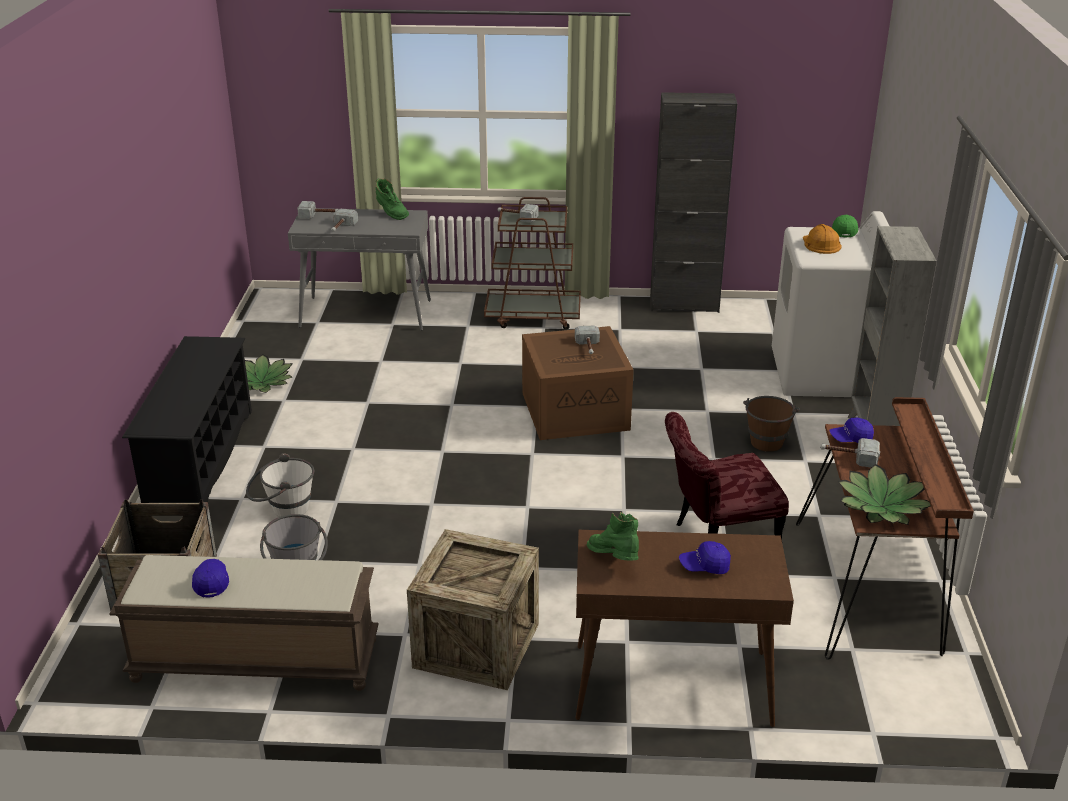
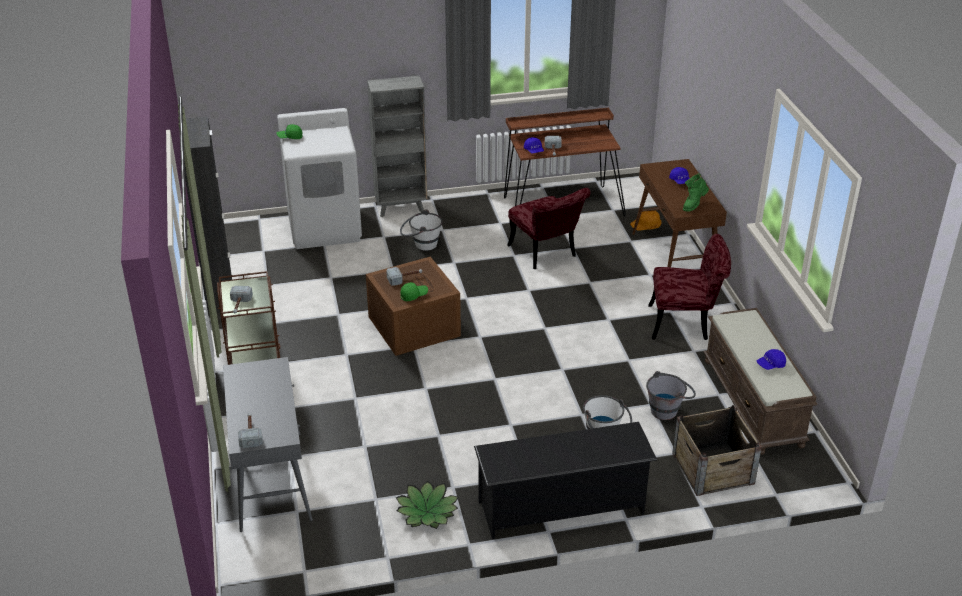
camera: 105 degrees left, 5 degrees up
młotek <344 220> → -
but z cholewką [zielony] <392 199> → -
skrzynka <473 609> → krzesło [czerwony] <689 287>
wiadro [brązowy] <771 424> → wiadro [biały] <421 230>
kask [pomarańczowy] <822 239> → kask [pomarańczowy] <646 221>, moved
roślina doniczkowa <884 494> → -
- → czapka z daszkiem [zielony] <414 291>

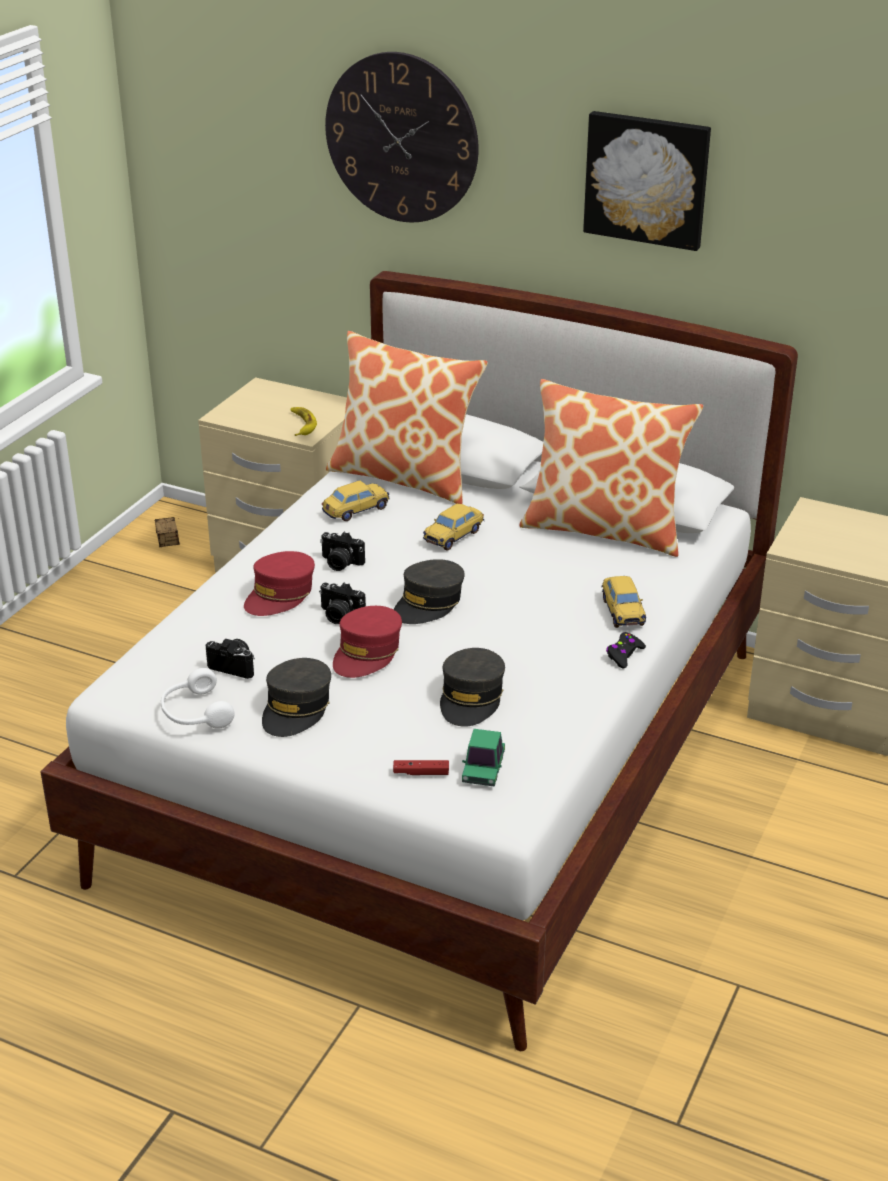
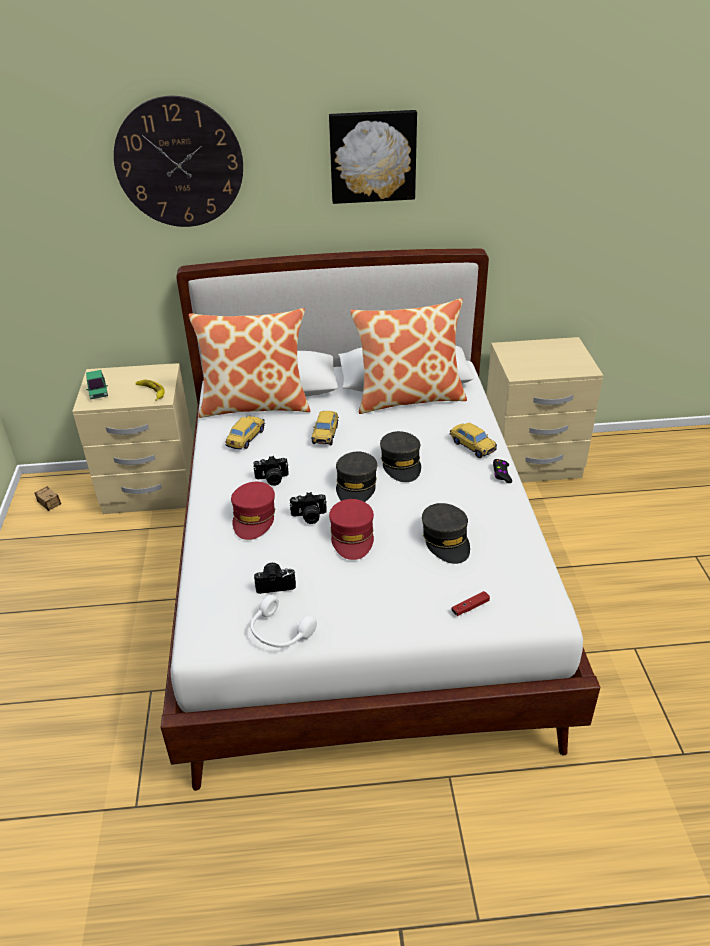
camera: 30 degrees left, 5 degrees up
czapka z daszkiem [szary] <296 697> → czapka z daszkiem [szary] <400 456>, moved
samochodzik <483 758> → samochodzik <97 384>, moved

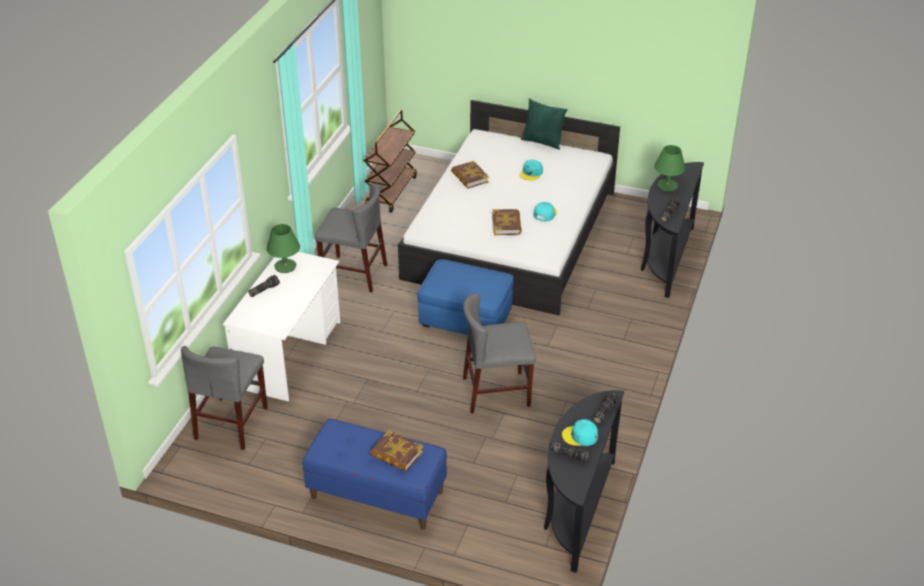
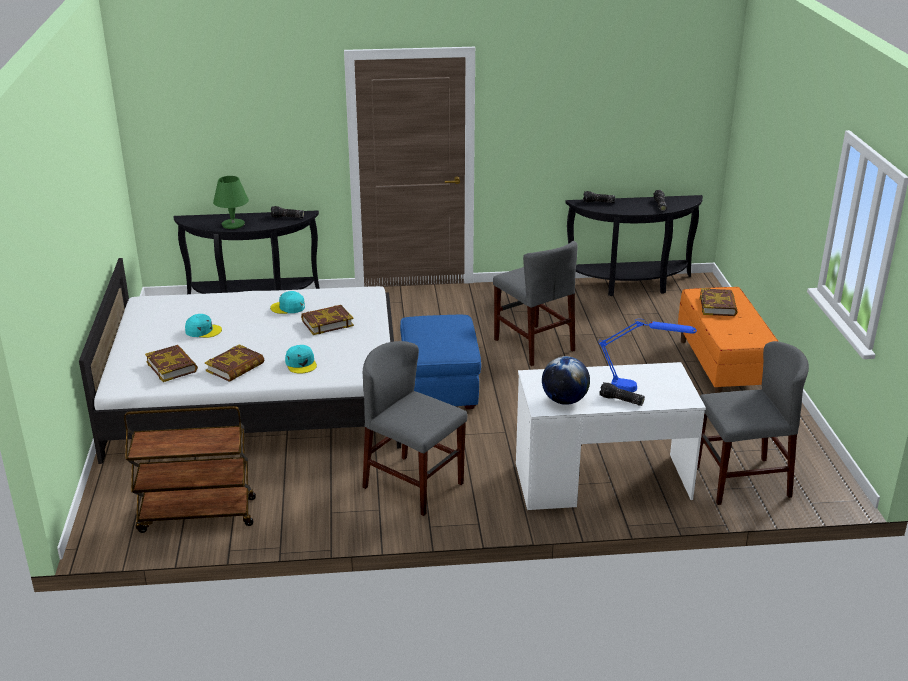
camera: 115 degrees left, 10 degrees down
lampa stołowa [zielony] <283 248> → globus <566 380>
ławka [niebieski] <375 474> → ławka [pomarańczowy] <728 340>
krzesło [szary] <351 237> → krzesło [szary] <414 428>, 45 degrees counterclockwise
poduszka [zielony] <544 124> → -
czapka z daszkiem [turkusowy] <580 432> → czapka z daszkiem [turkusowy] <301 359>, moved
- → książka <171 363>
- → lampa stołowa [niebieski] <647 355>

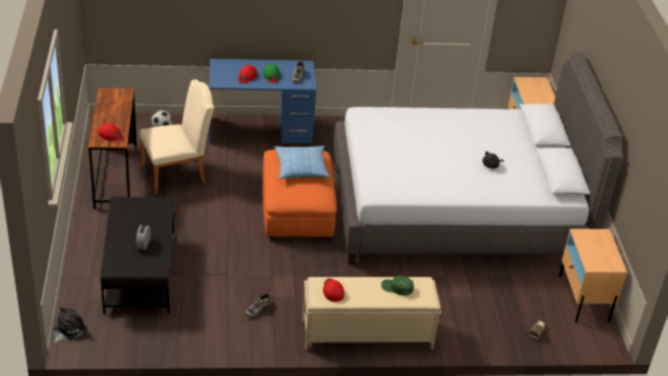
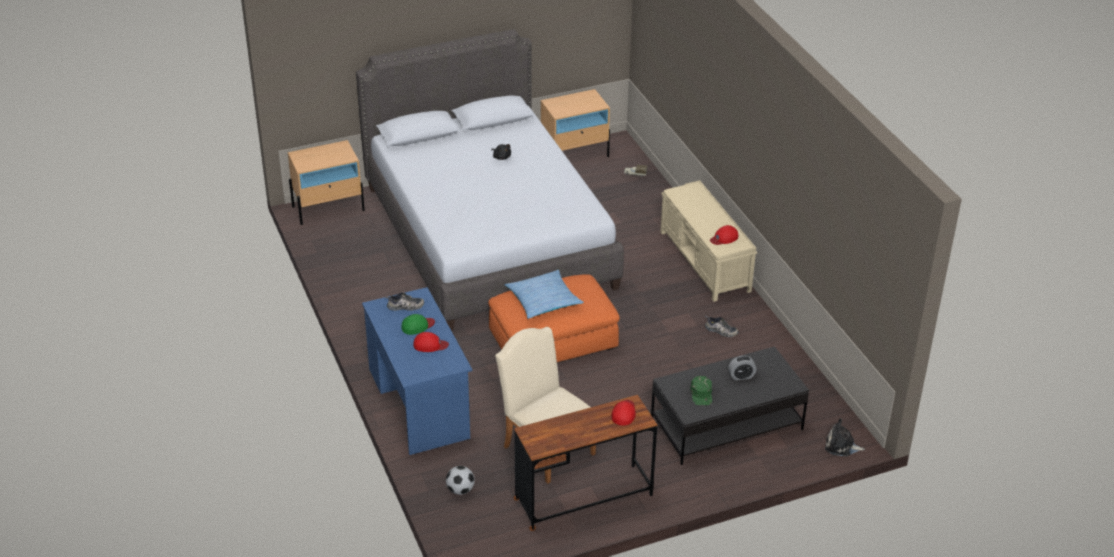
camera: 105 degrees left, 0 degrees up
czapka z daszkiem [zielony] <397 286> → czapka z daszkiem [zielony] <701 390>, moved

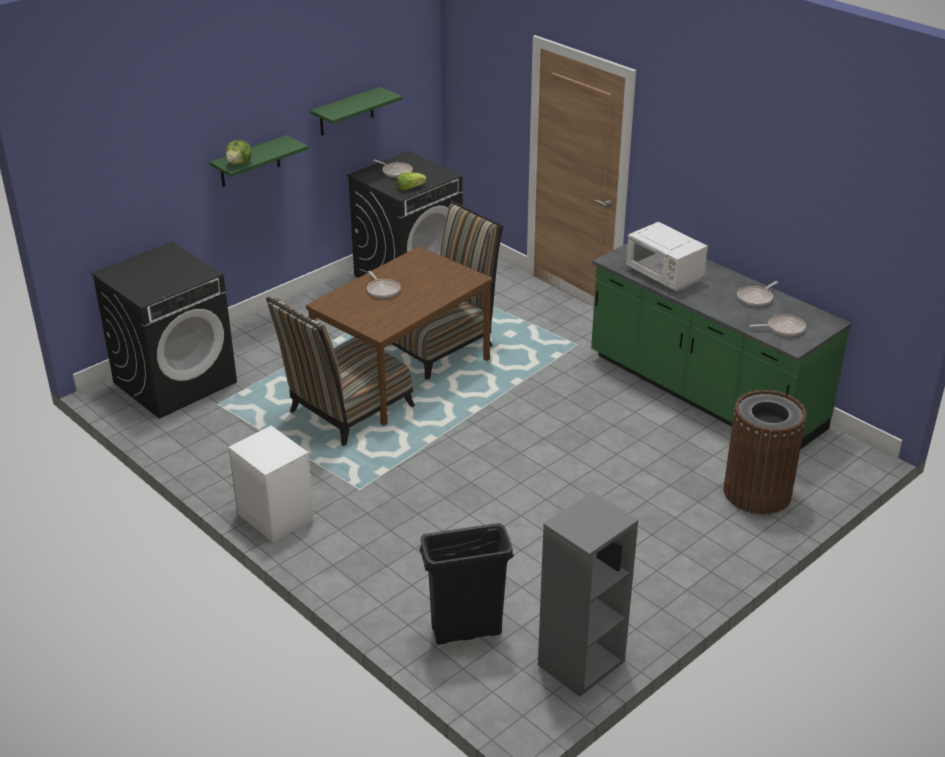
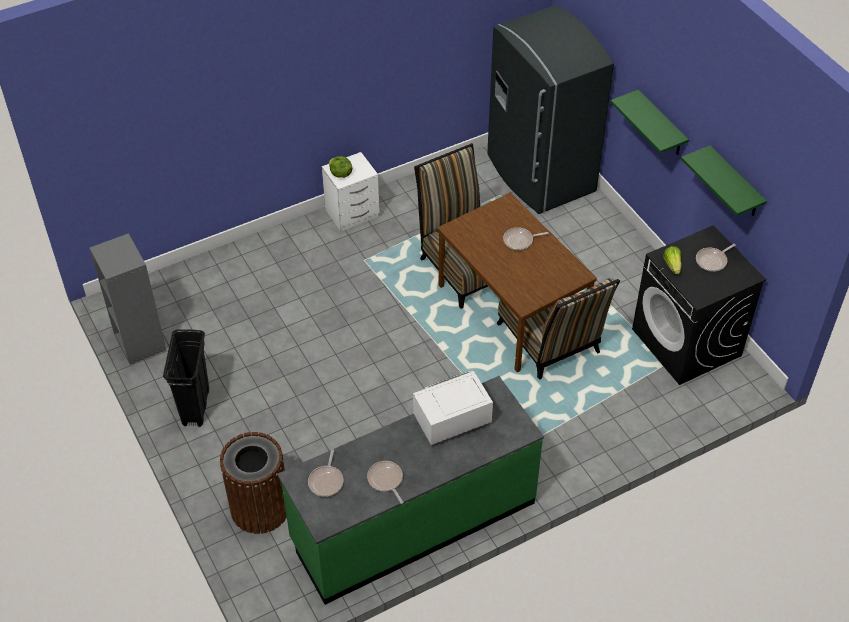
camera: 105 degrees right, 15 degrees up
pralka [czarny] <164 330> → lodówka [szary] <550 110>
sałata <239 152> → sałata <340 167>, moved
kosz na śmieci [czarny] <466 584> → kosz na śmieci [czarny] <186 378>, moved

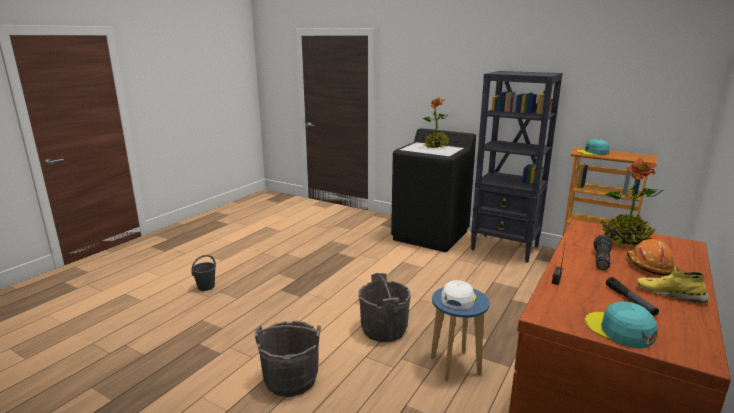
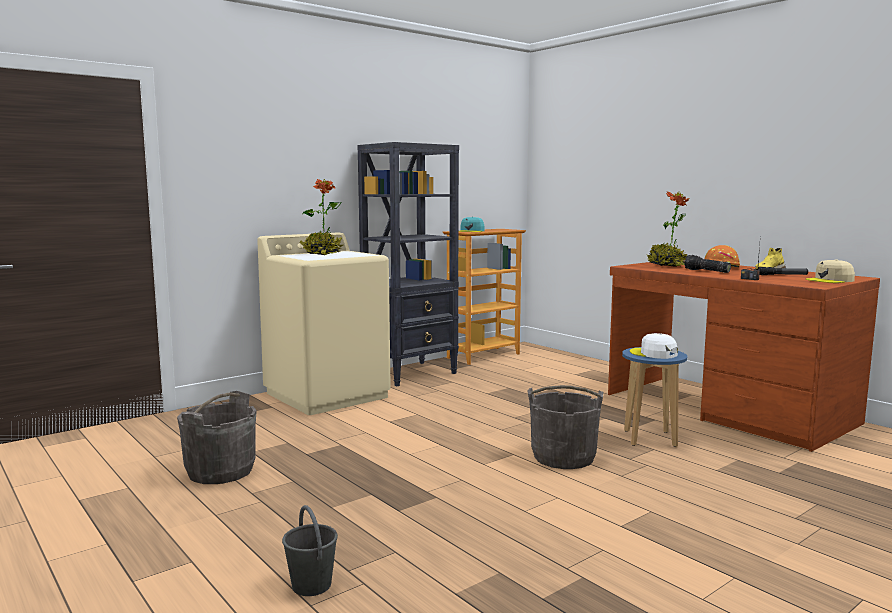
camera: 70 degrees left, 10 degrees down
wiadro [szary] <288 359> → wiadro [szary] <216 437>, moved
pralka [czarny] <433 190> → pralka [beżowy] <324 324>
czapka z daszkiem [turkusowy] <621 325> → czapka z daszkiem [beżowy] <830 271>

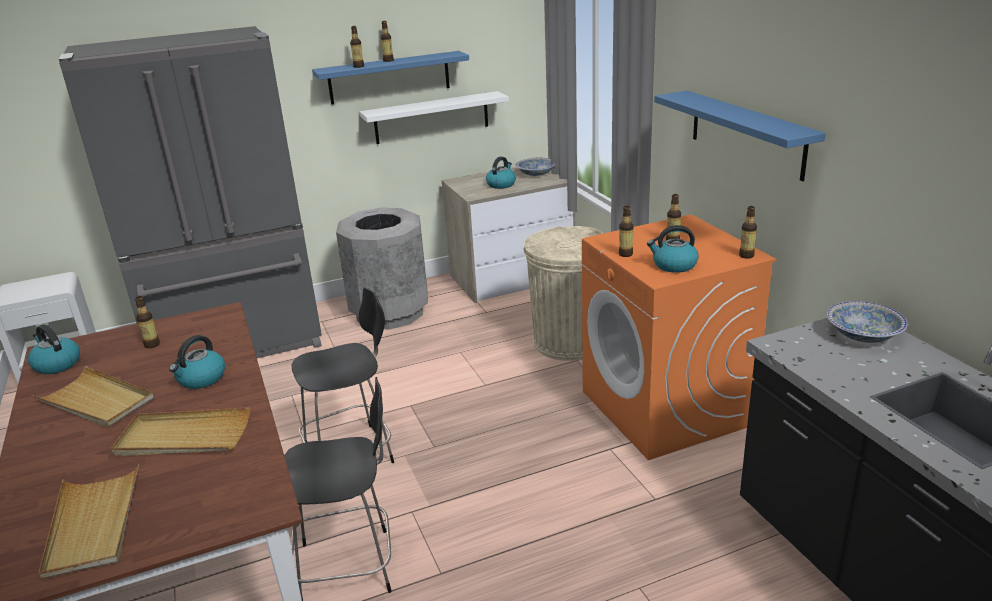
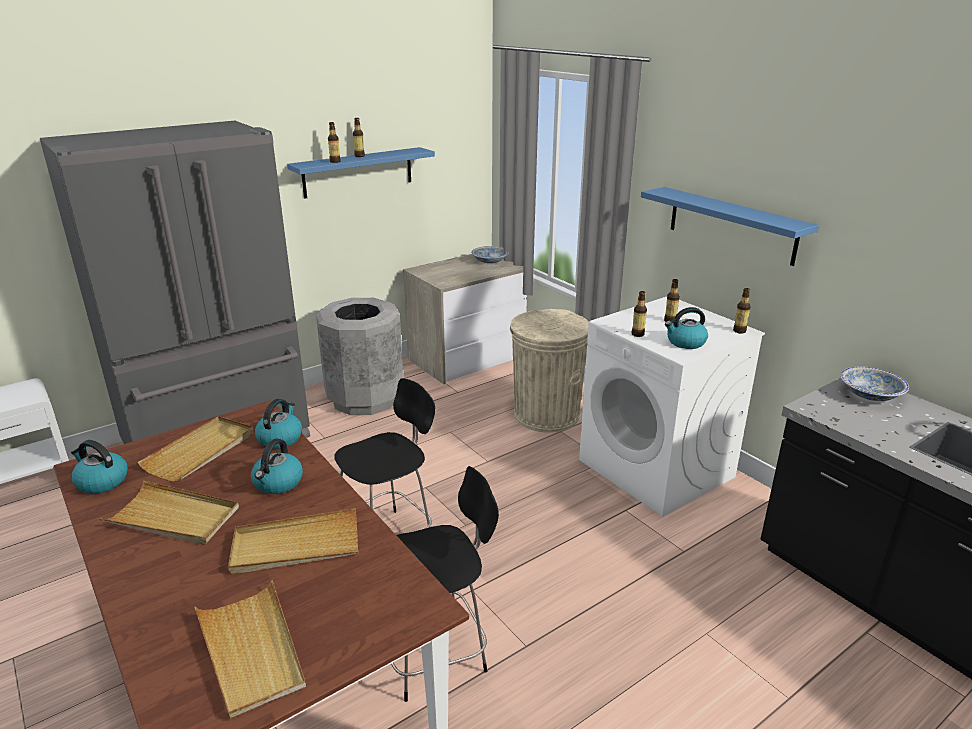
camera: 15 degrees left, 0 degrees up
butelka <147 322> → taca [beżowy] <195 449>
półka [biały] <434 117> → -
czajnik <501 173> → czajnik <278 424>, moved
pralka [pomarańczowy] <679 337> → pralka [biały] <672 407>

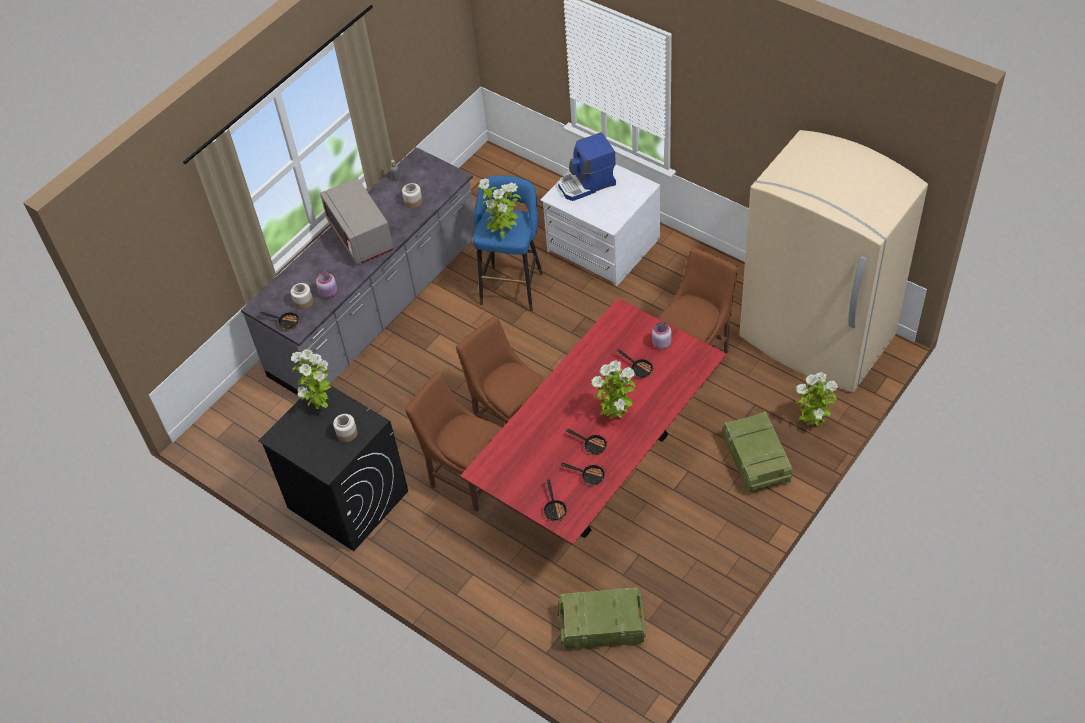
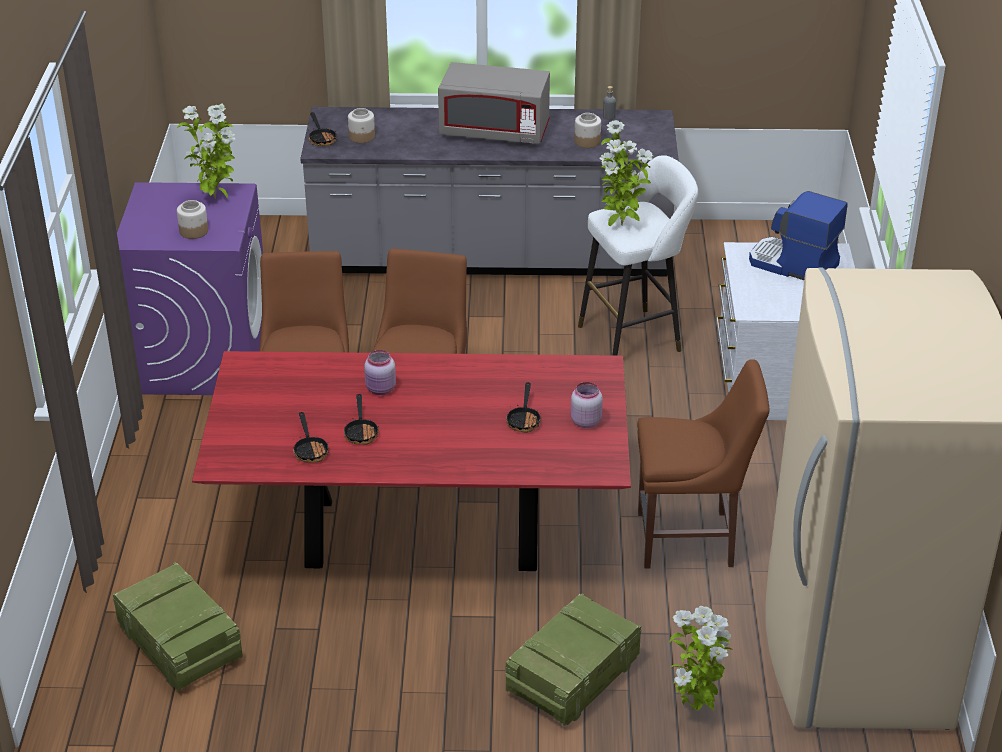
camera: 50 degrees right, 15 degrees down
pralka [czarny] <333 468> → pralka [fioletowy] <190 288>
słoik [różowy] <326 285> → słoik [różowy] <380 372>, moved
mikrofalówka [szary] <357 220> → mikrofalówka [szary] <494 103>, 105 degrees counterclockwise
stołek [niebieski] <508 244> → stołek [biały] <638 255>
patelnia <555 500> → -
roślina doniczkowa <612 389> → -

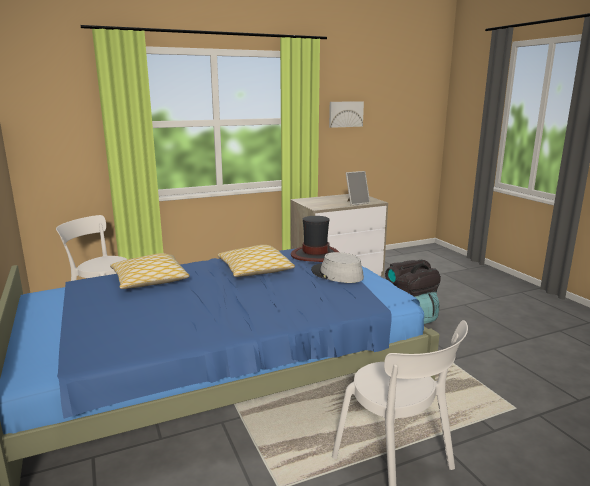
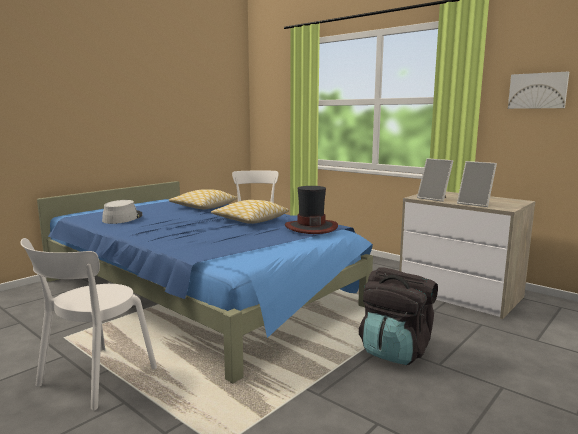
camera: 65 degrees right, 5 degrees down
kapelusz [szary] <337 267> → kapelusz [szary] <122 212>, moved
- → ramka na zdjęcie <435 180>

